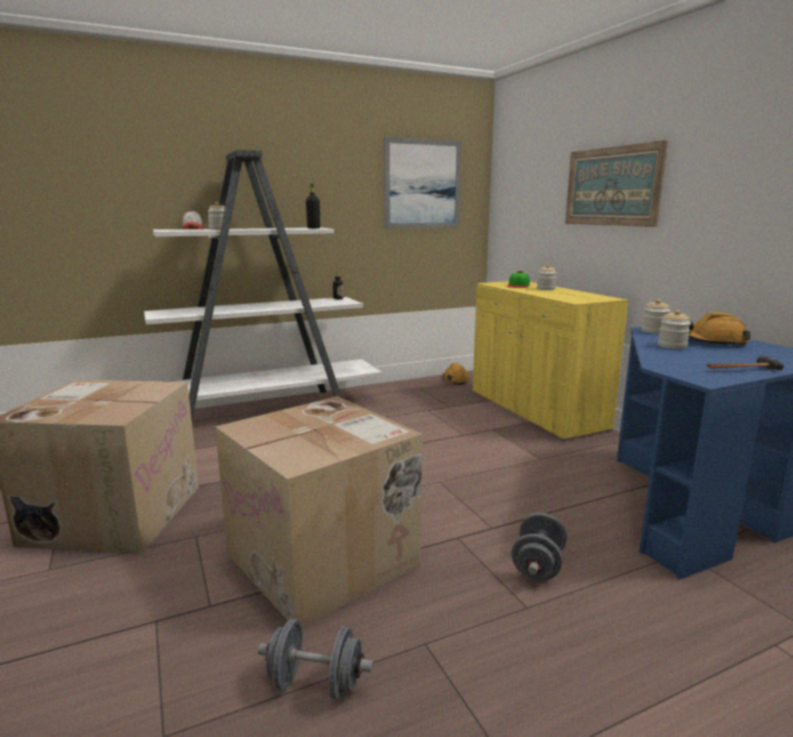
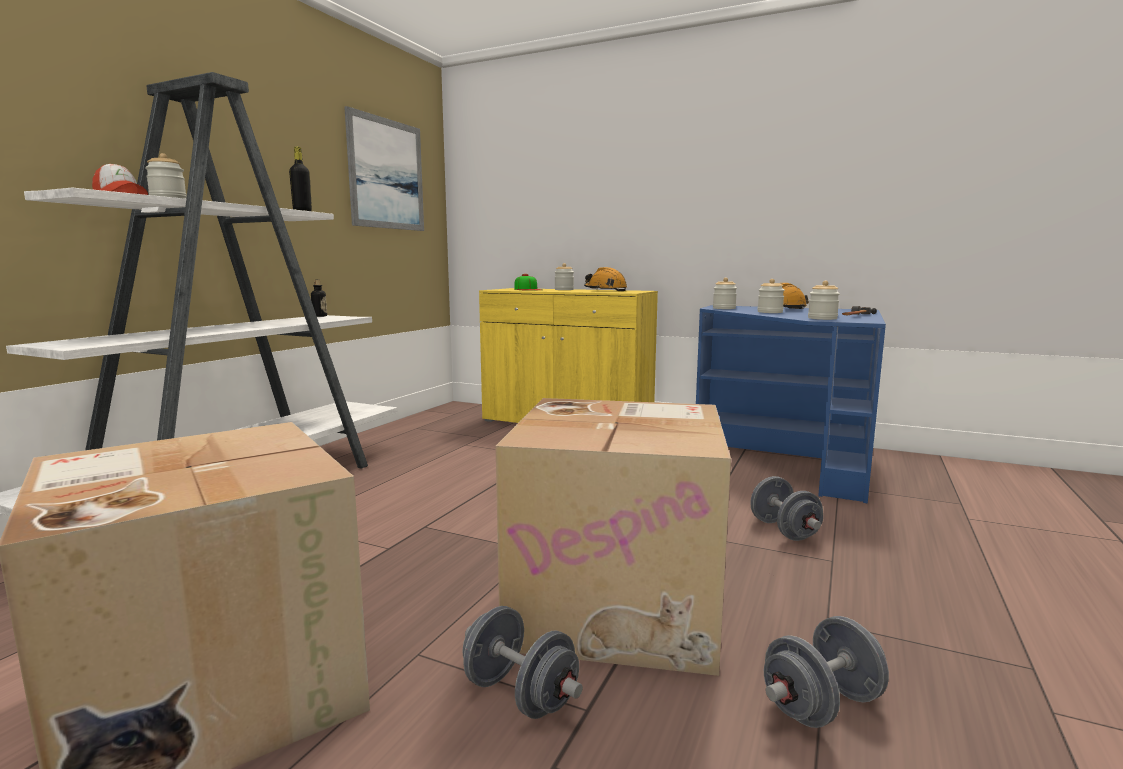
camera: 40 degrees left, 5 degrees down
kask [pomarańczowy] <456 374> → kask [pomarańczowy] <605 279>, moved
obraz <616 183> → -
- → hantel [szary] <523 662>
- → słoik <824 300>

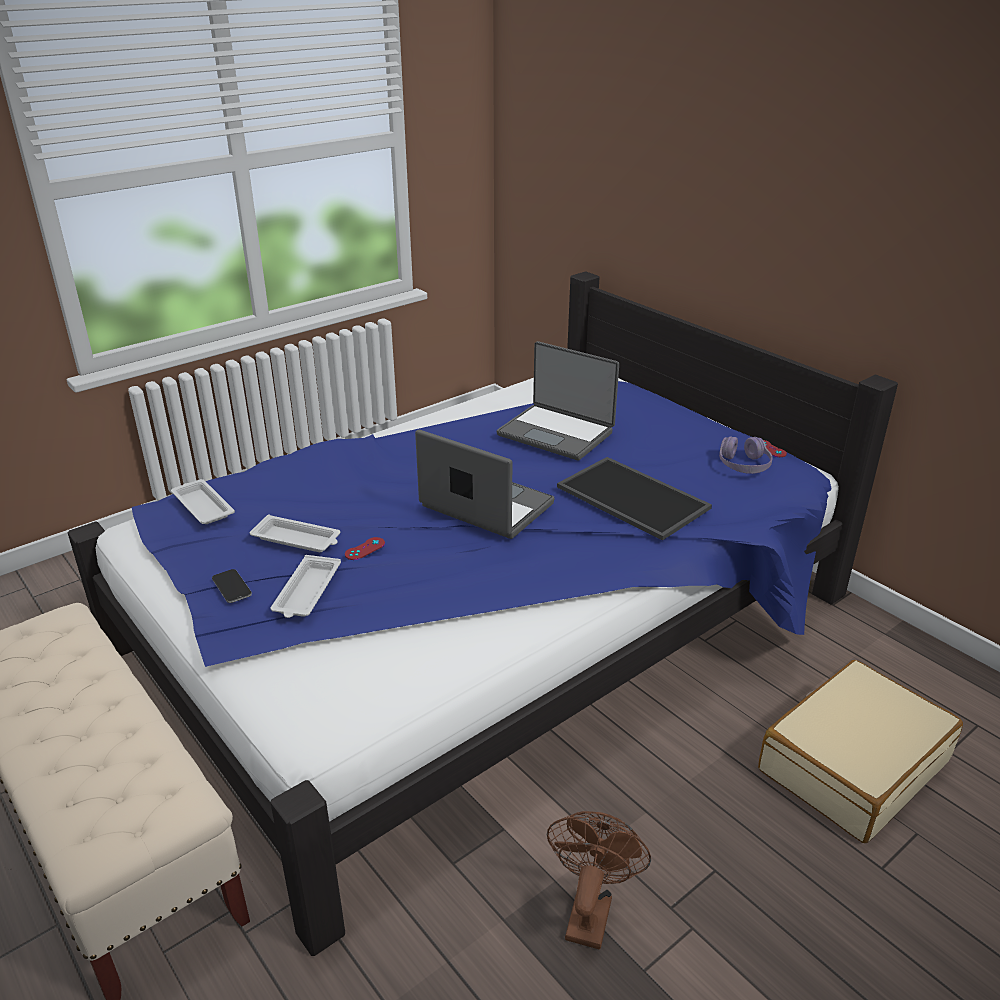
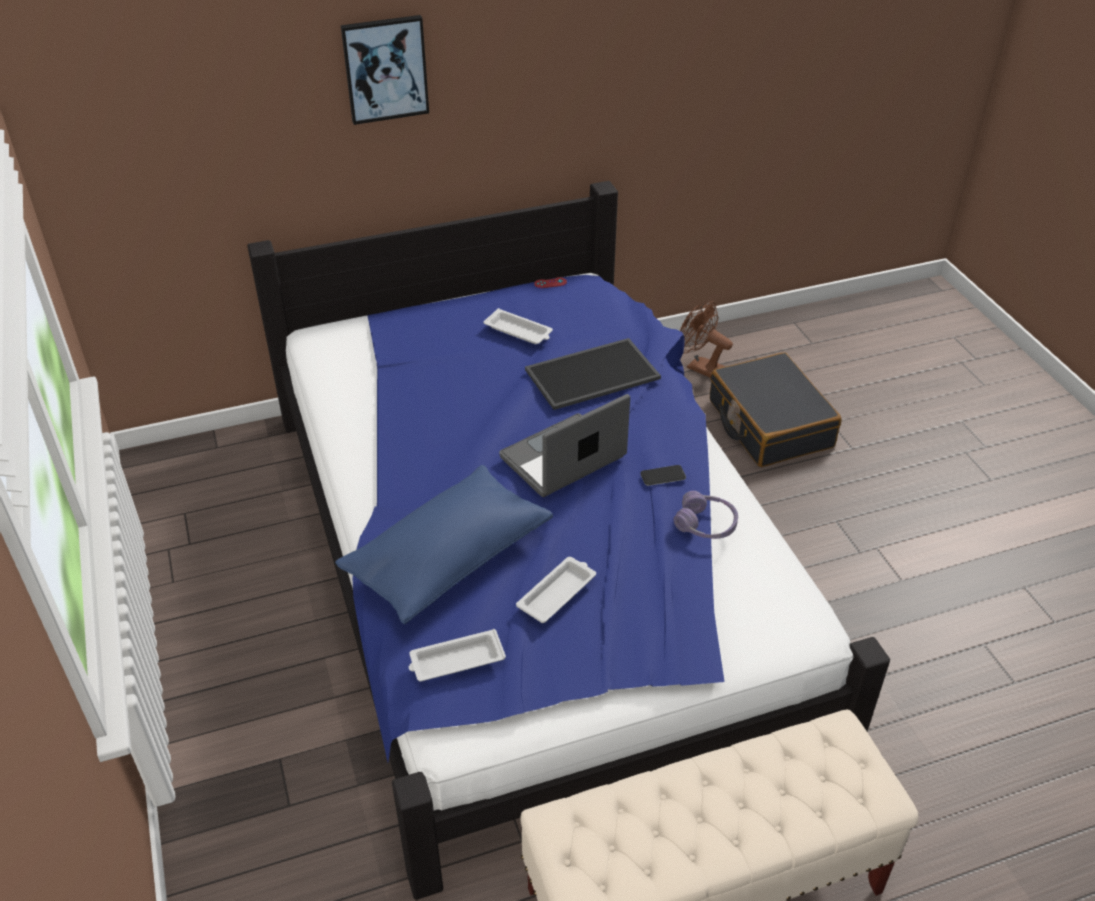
camera: 70 degrees left, 10 degrees up
telefon <232 586> → telefon <663 475>, moved
taca [biały] <305 586> → taca [biały] <518 326>, moved
pad do gier [czerwony] <365 548> → -
laptop <558 401> → -
wentylator [brązowy] <599 880> → wentylator [brązowy] <706 339>, moved
słuchawki [fioletowy] <746 455> → słuchawki [fioletowy] <706 515>, moved
walizka [beżowy] <860 751> → walizka [czarny] <776 409>
- → poduszka [niebieski] <444 544>
- → obraz <385 70>

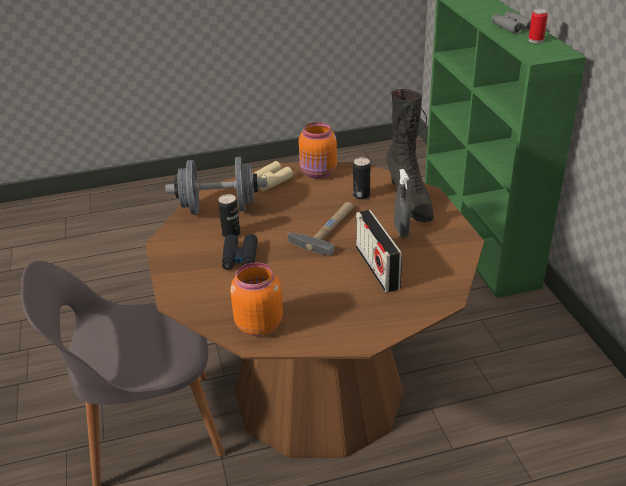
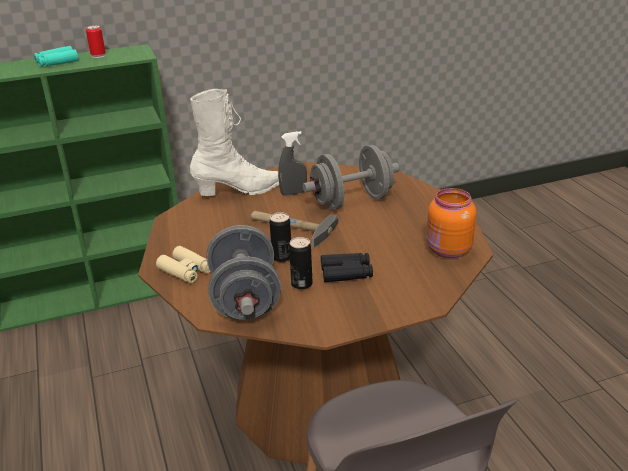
camera: 95 degrees left, 5 degrees down
słoik [pomarańczowy] <318 150> → -
puszka <361 178> → puszka <280 237>, moved
radio <379 251> → hantel [szary] <351 177>
but z cholewką [czarny] <410 156> → but z cholewką [biały] <234 142>
lornetka [szary] <511 22> → lornetka [turkusowy] <56 56>

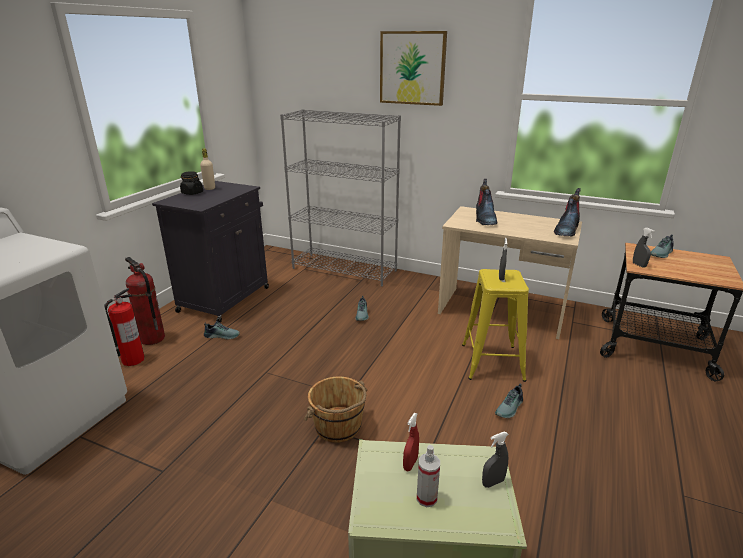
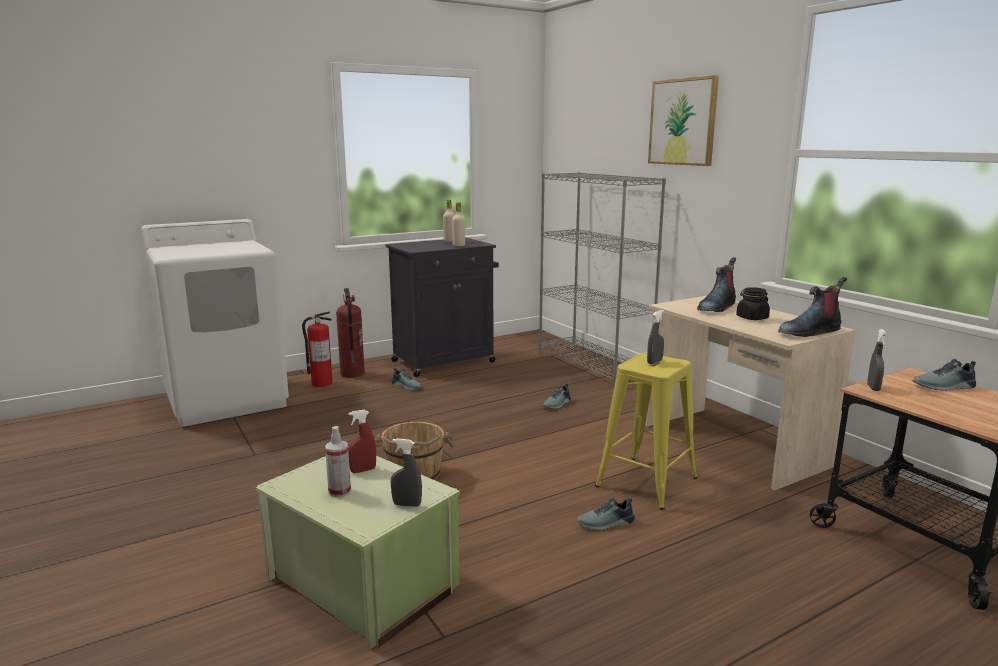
camera: 35 degrees right, 10 degrees down
słoik [czarny] <191 183> → słoik [czarny] <753 303>, moved
- → butelka [beżowy] <458 224>

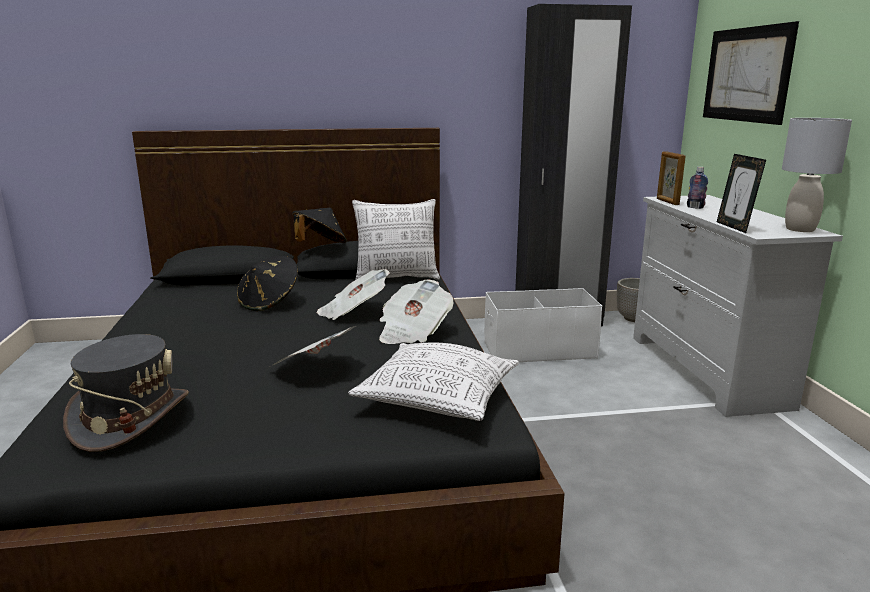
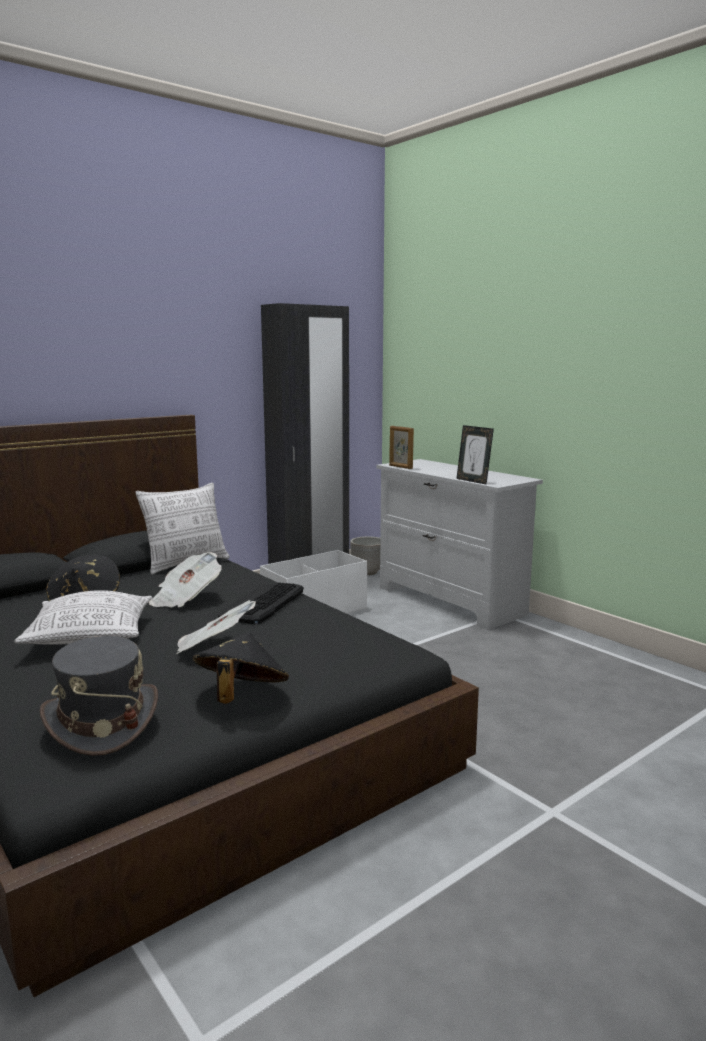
camera: 30 degrees left, 5 degrees down
kapelusz [czarny] <319 225> → kapelusz [czarny] <240 668>, moved
poduszka <433 382> → poduszka <83 617>, moved
gazeta <416 311> → klawiatura <261 603>
butelka <697 188> → -
obraz <751 73> → -
lampa stołowa [szary] <817 175> → -

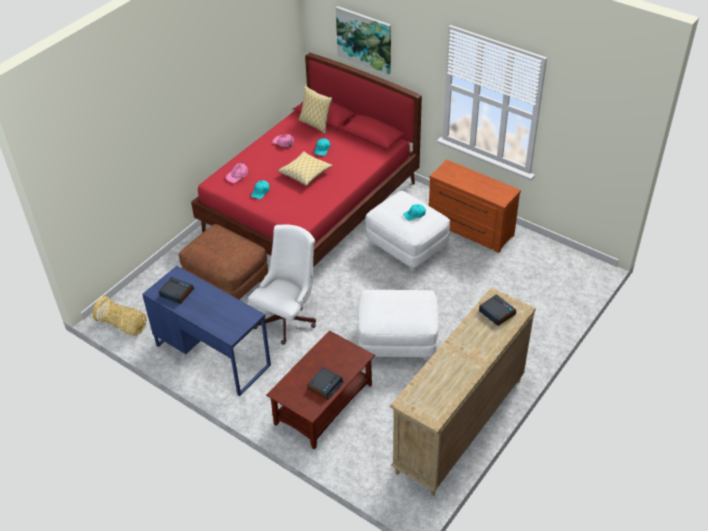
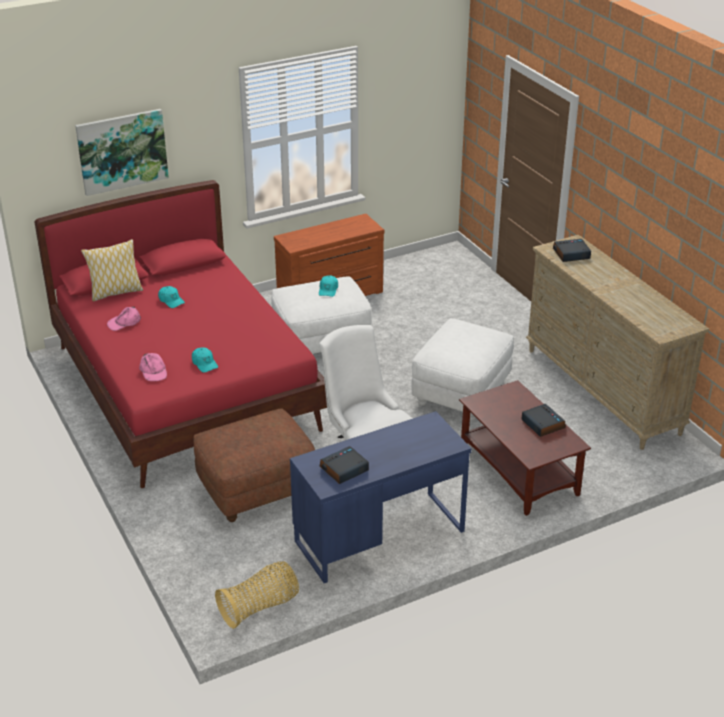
camera: 65 degrees left, 10 degrees down
poduszka <305 168> → -

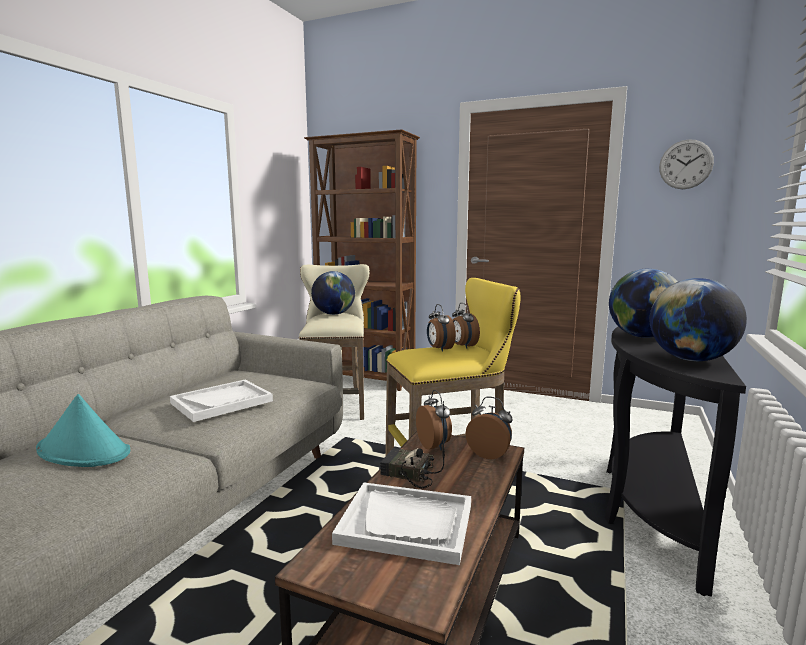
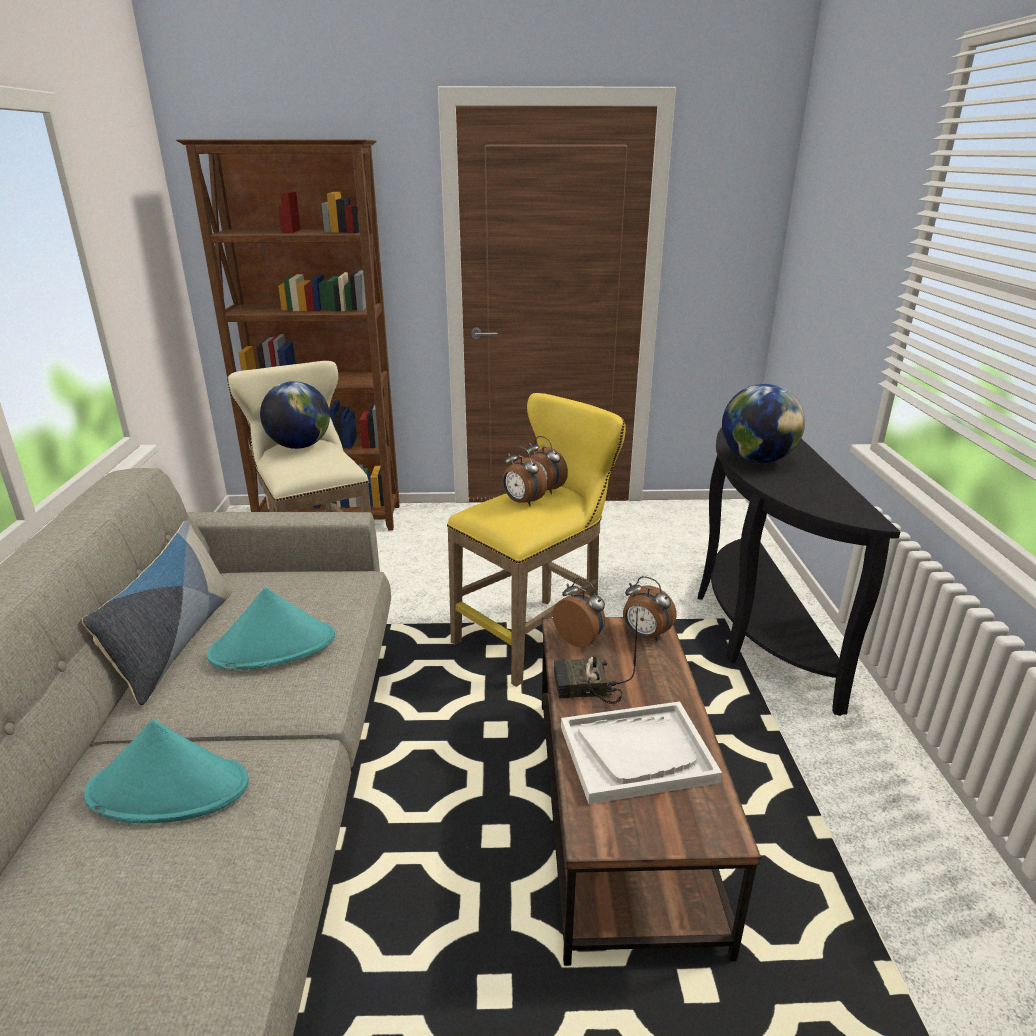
camera: 25 degrees left, 15 degrees up
taca [biały] <221 401> → kapelusz [turkusowy] <271 628>
budzik <489 428> → budzik <650 608>, 150 degrees counterclockwise
globus <698 319> → -
zegar ścienny <686 164> → -
- → poduszka <157 613>

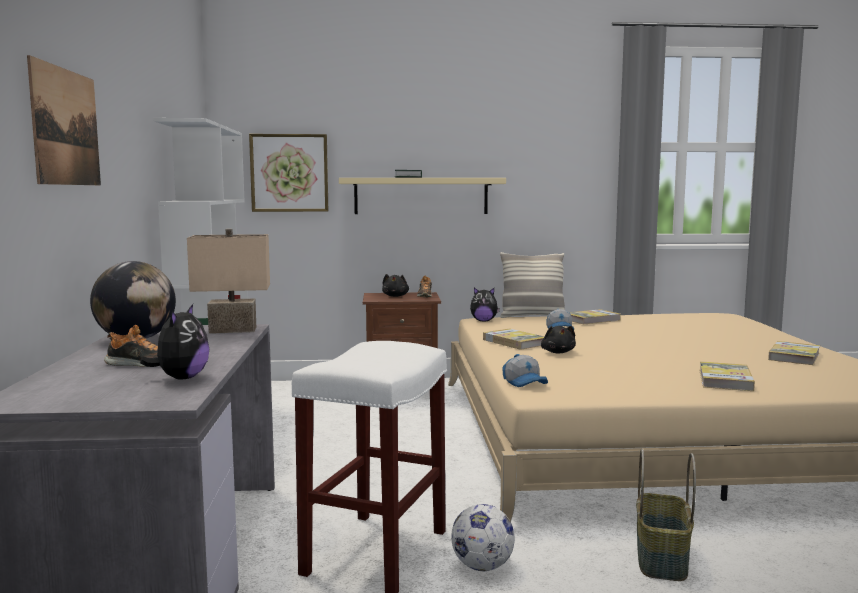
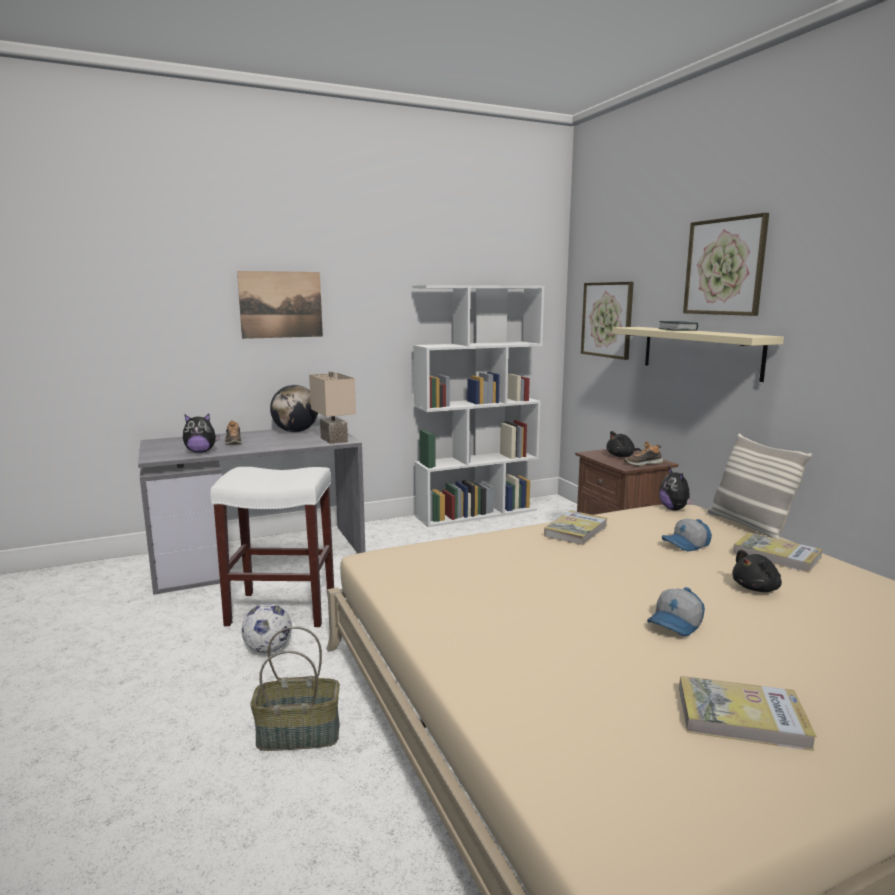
camera: 70 degrees right, 5 degrees up
czapka z daszkiem <525 370> → czapka z daszkiem <676 611>, moved
pluszak [czarny] <558 339> → pluszak [czarny] <757 571>, moved
książka <727 376> → -
- → obraz <726 264>

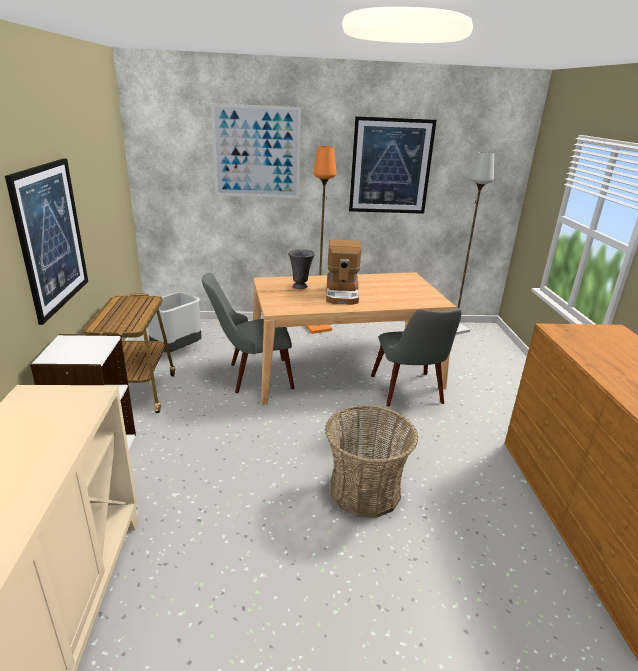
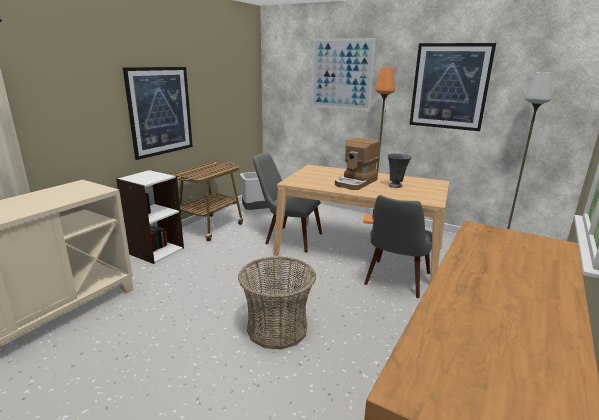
camera: 35 degrees right, 5 degrees down
wazon [szary] <301 269> → wazon [szary] <399 170>, moved

